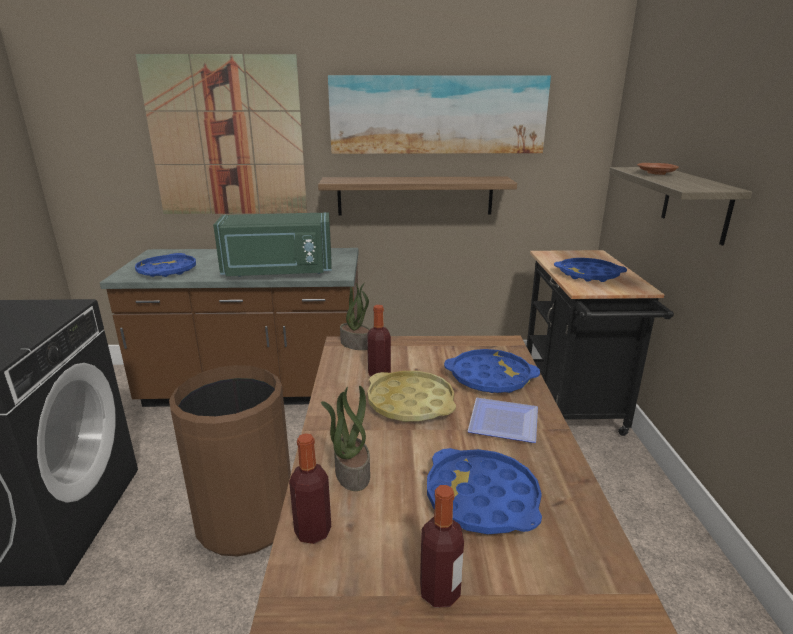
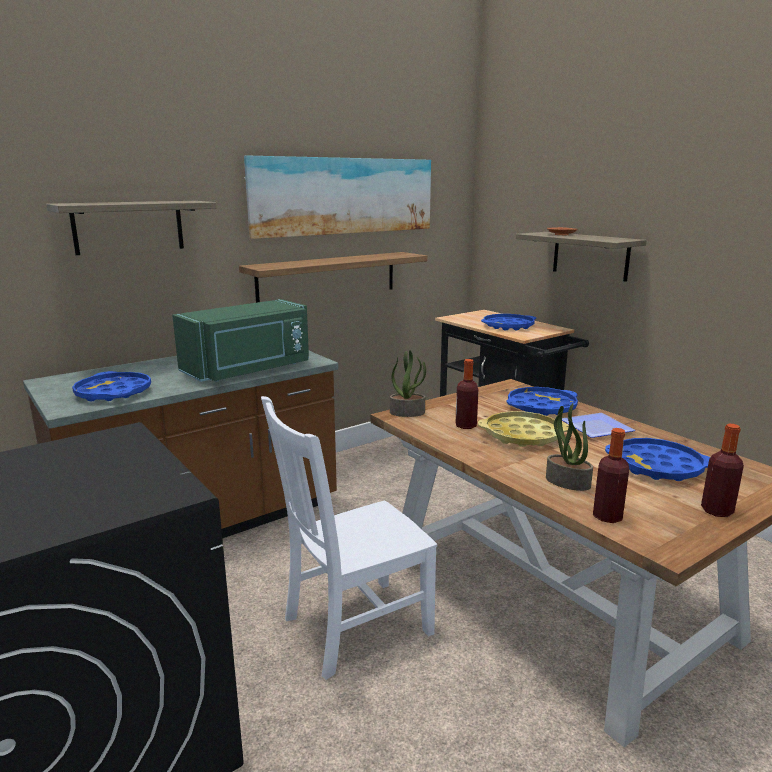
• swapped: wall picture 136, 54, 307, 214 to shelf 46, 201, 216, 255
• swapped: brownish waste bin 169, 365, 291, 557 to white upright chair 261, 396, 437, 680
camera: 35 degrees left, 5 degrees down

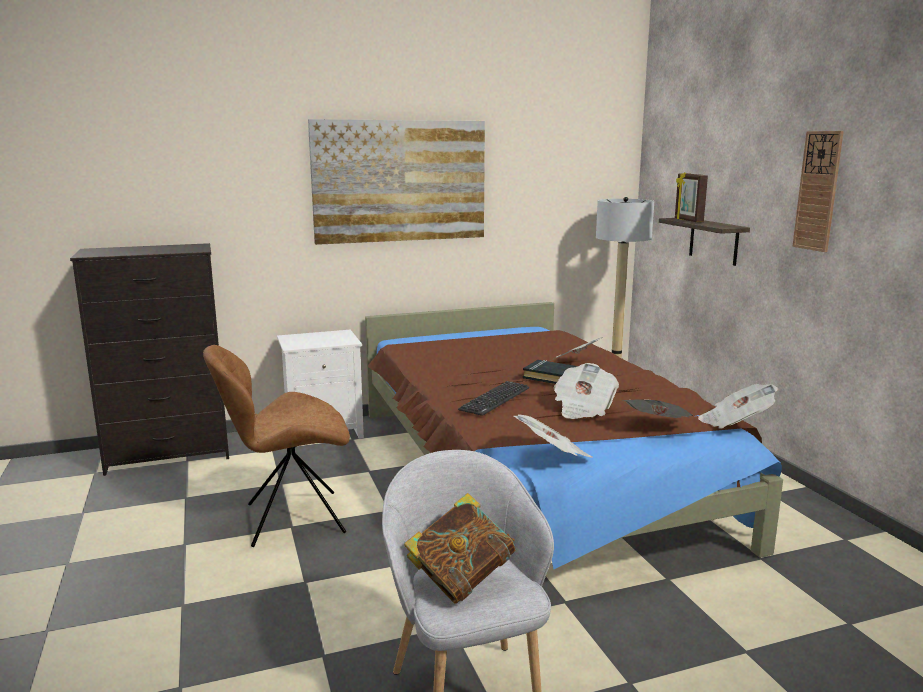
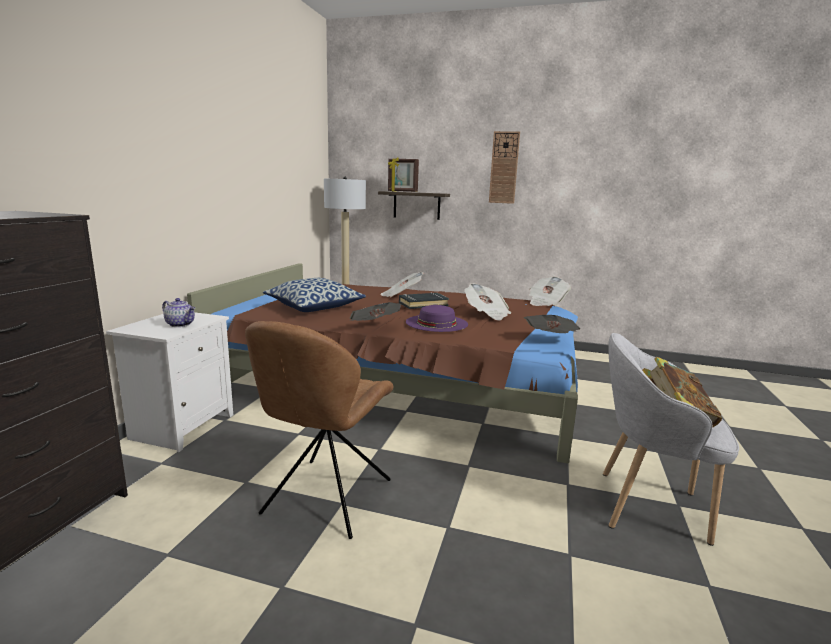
• new: tea pot 162, 298, 195, 327
• new: throw pillow 263, 278, 366, 312
• shifted: printed paper 623, 399, 693, 418 to 350, 302, 401, 321
• swapped: keyboard 458, 381, 529, 416 to purple-coloured clothing hat 406, 305, 468, 332
• gone: wall picture 308, 119, 485, 245
camera: 55 degrees left, 0 degrees up

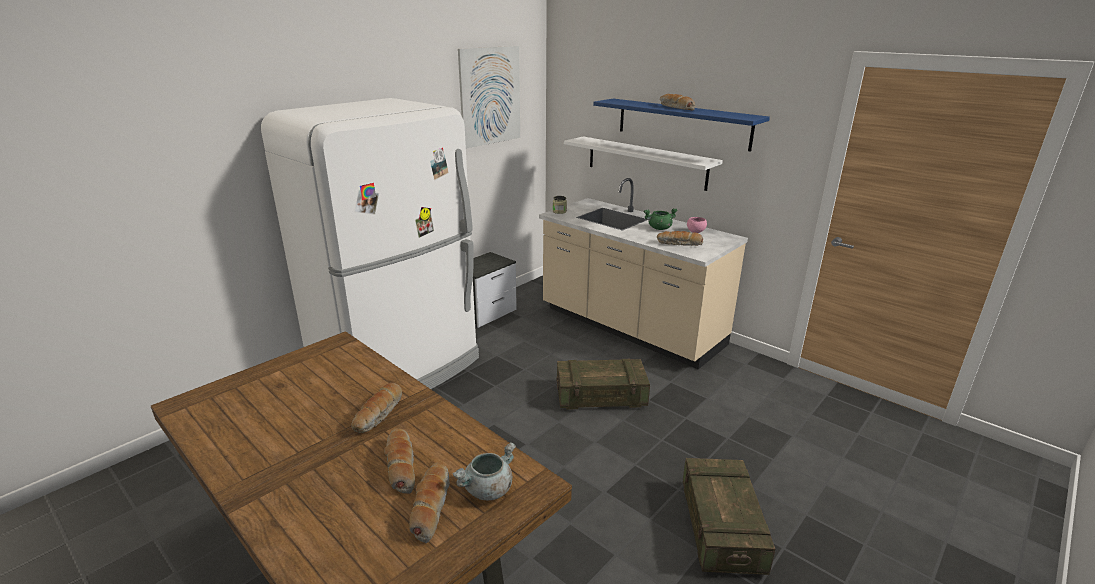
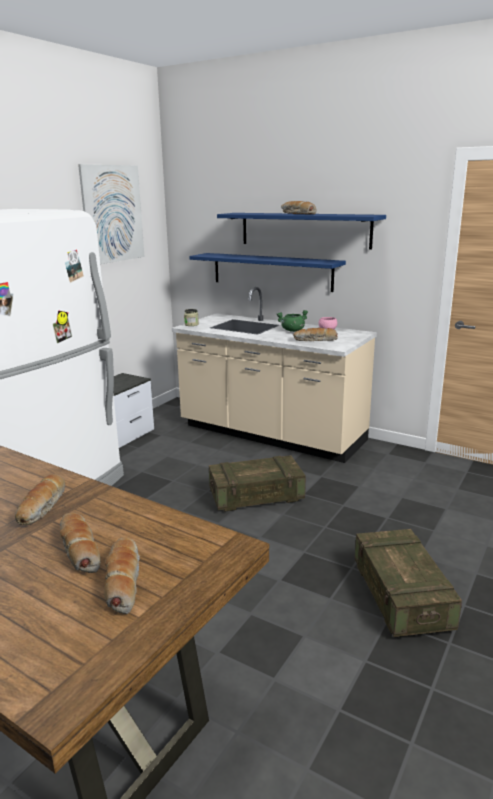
• repainted: white shelf 564, 136, 723, 191 to blue-coloured shelf 189, 253, 346, 292
• gone: grey saucepot 452, 442, 516, 500
camera: 10 degrees left, 5 degrees down

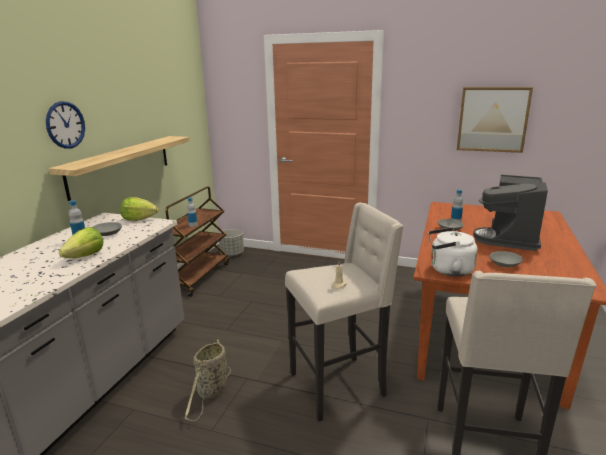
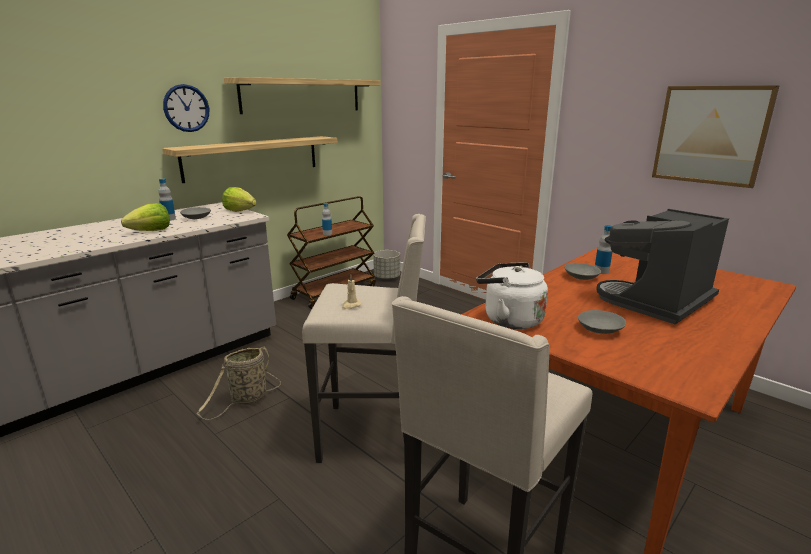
• new: shelf 224, 77, 380, 114
camera: 25 degrees right, 0 degrees up

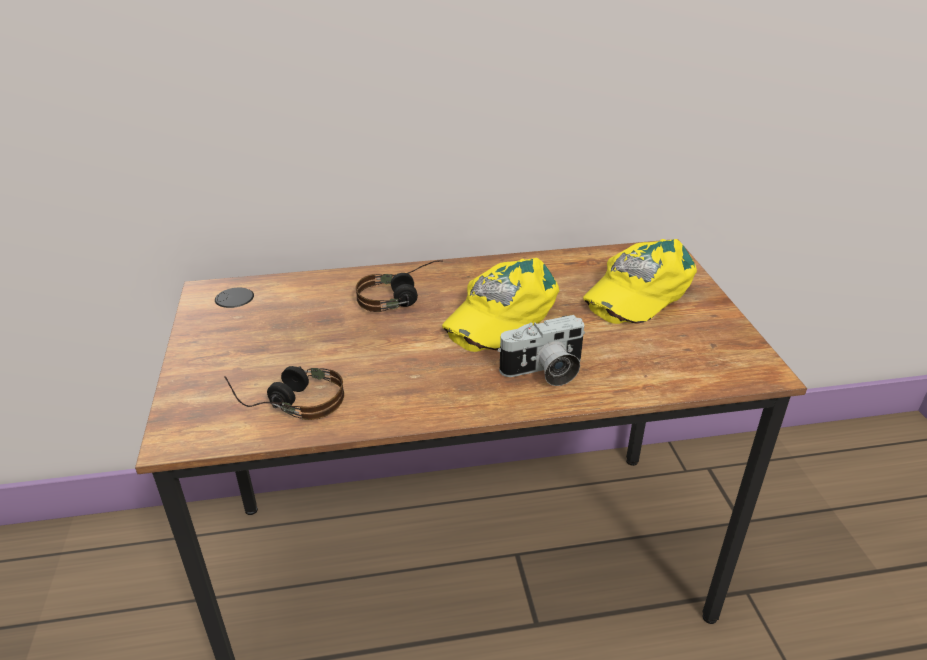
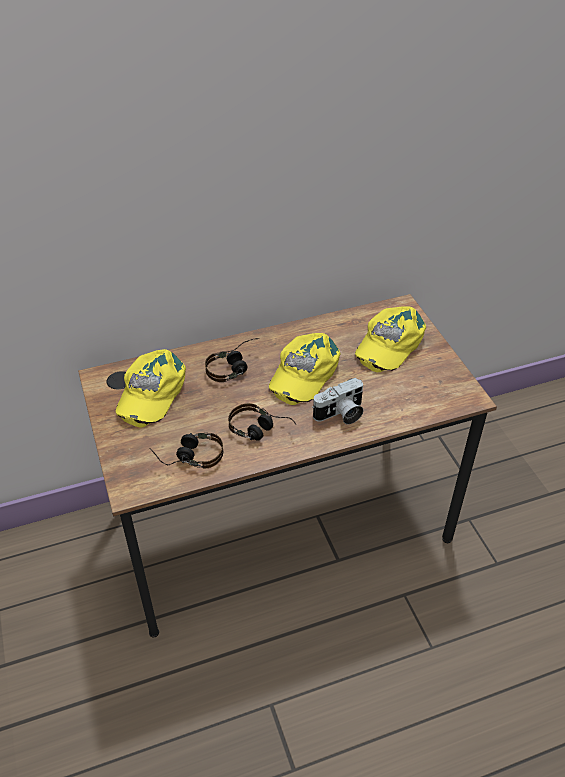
• new: yellowish baseball cap 116, 349, 186, 427
• new: pair of headphones 228, 403, 296, 440
camera: 10 degrees left, 10 degrees up

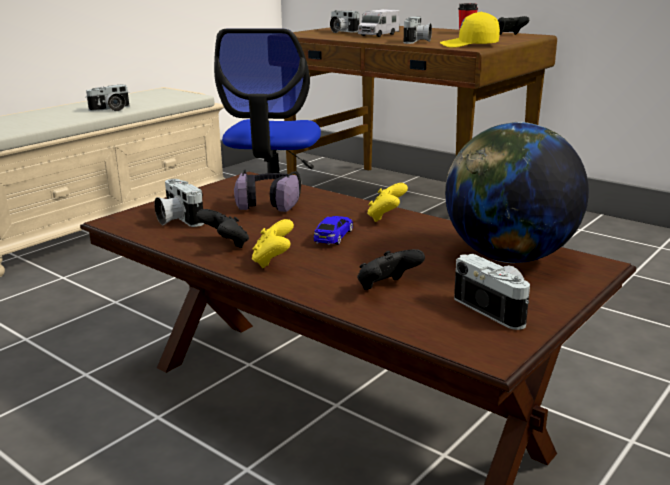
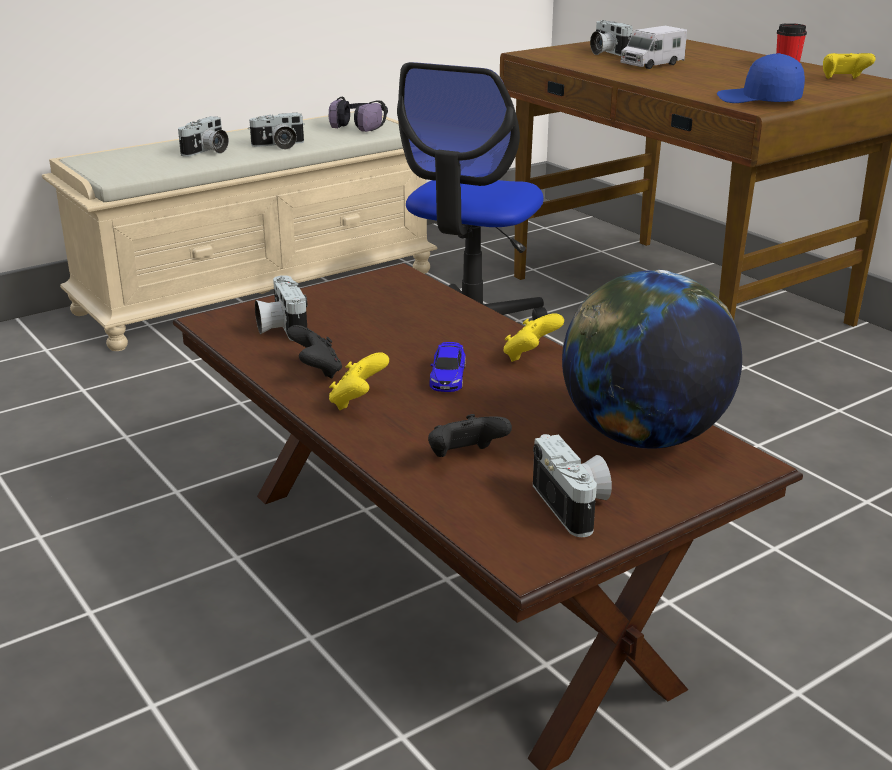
• shifted: still camera 404, 17, 432, 44 to 178, 116, 229, 157
• shifted: pair of headphones 234, 169, 301, 212 to 329, 97, 388, 132
• rotated: toy car 314, 216, 353, 245 = 430, 342, 465, 392 150 degrees clockwise
• repainted: yellowish baseball cap 440, 12, 500, 48 to blue-coloured baseball cap 717, 53, 805, 103
• repainted: black-coloured joypad 498, 16, 529, 36 to yellowish joypad 823, 53, 876, 79
camera: 15 degrees right, 5 degrees up

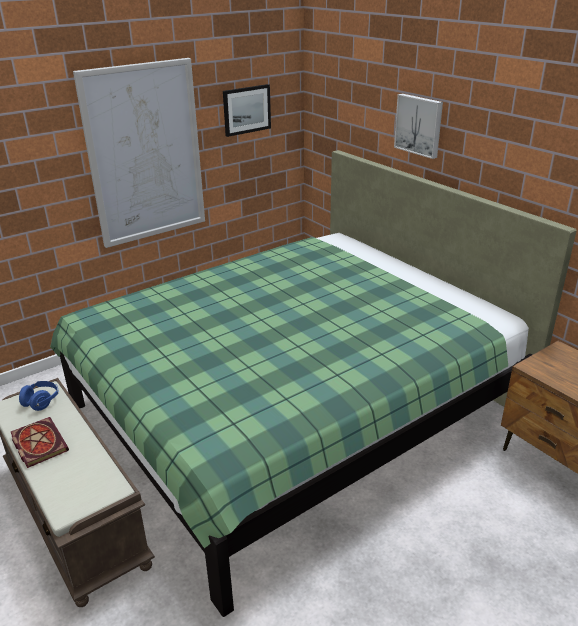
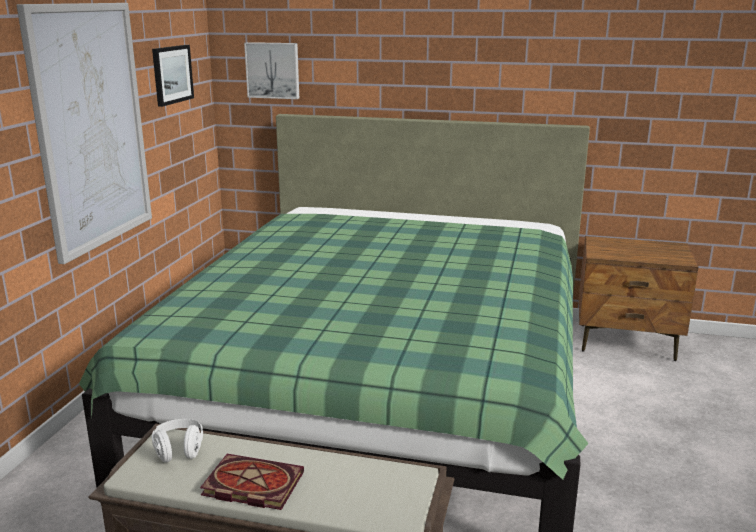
• repainted: blue-coloured pair of headphones 19, 381, 58, 411 to white pair of headphones 152, 419, 203, 463
• shifted: wall picture 394, 94, 443, 159 to 244, 42, 299, 99
camera: 40 degrees left, 10 degrees down

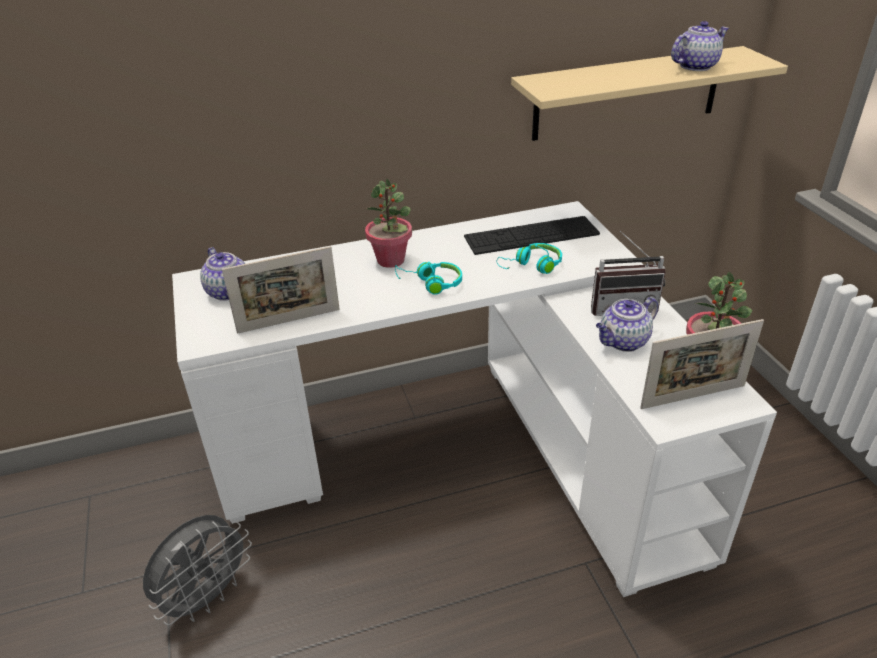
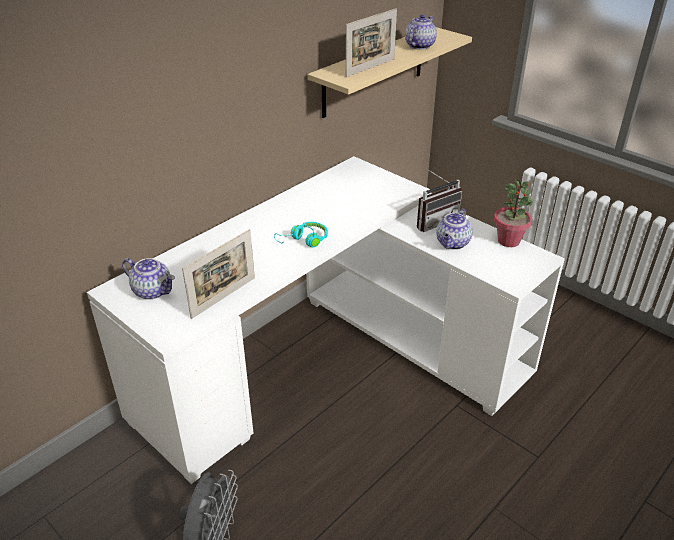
• shifted: photo frame 640, 319, 764, 409 to 346, 8, 397, 77
• gone: potted plant 365, 179, 412, 268
• gone: keyboard 464, 216, 600, 255
• gone: turquoise-coloured pair of headphones 496, 243, 562, 274
camera: 30 degrees left, 0 degrees up

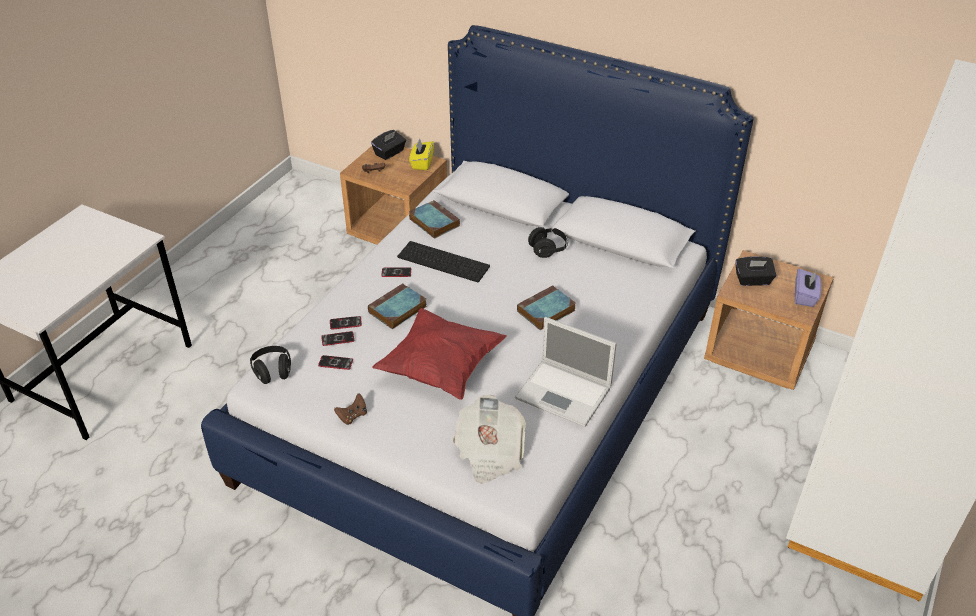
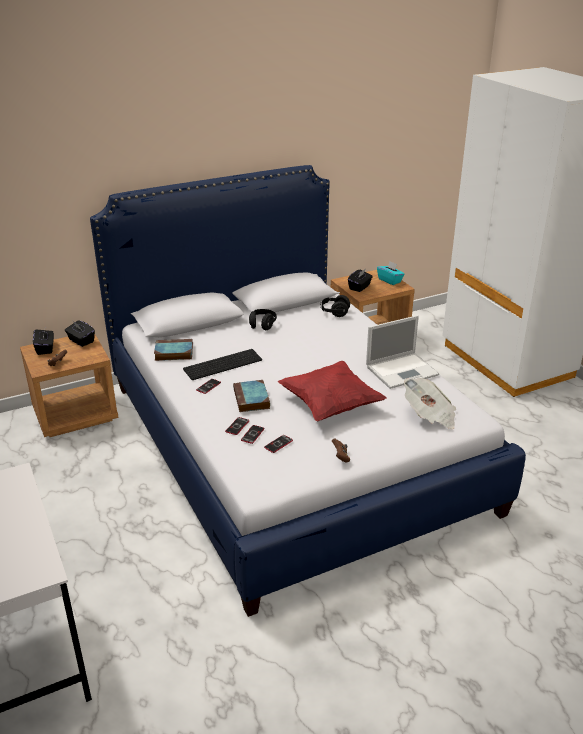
• repainted: yellowish tissue box 409, 139, 434, 170 to black-coloured tissue box 65, 320, 95, 347
• shifted: black-coloured pair of headphones 250, 346, 291, 384 to 320, 295, 350, 317
• repainted: purple-coloured tissue box 795, 269, 821, 307 to turquoise-coloured tissue box 377, 261, 404, 285
• gone: volume 517, 285, 576, 330
camera: 55 degrees left, 10 degrees down

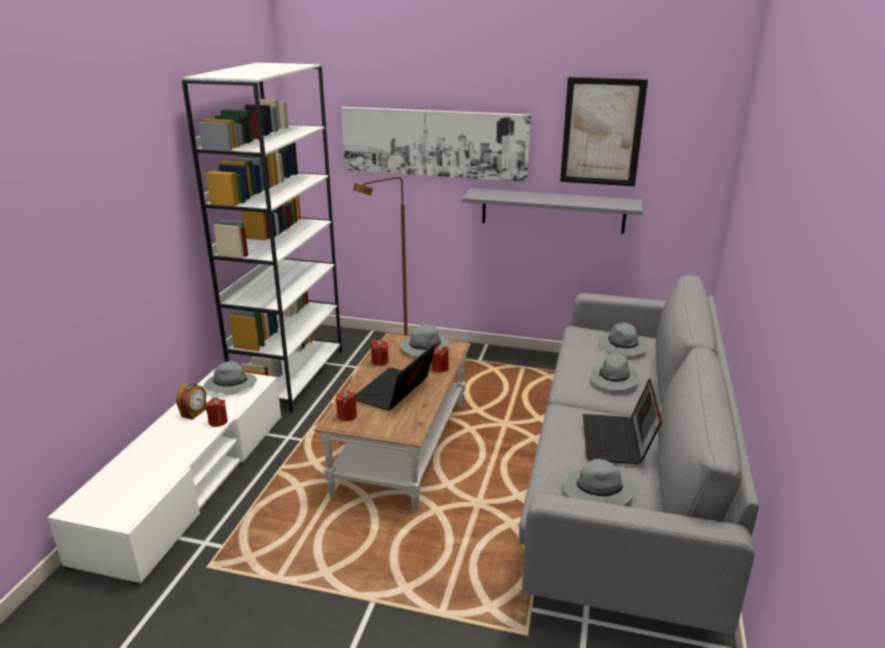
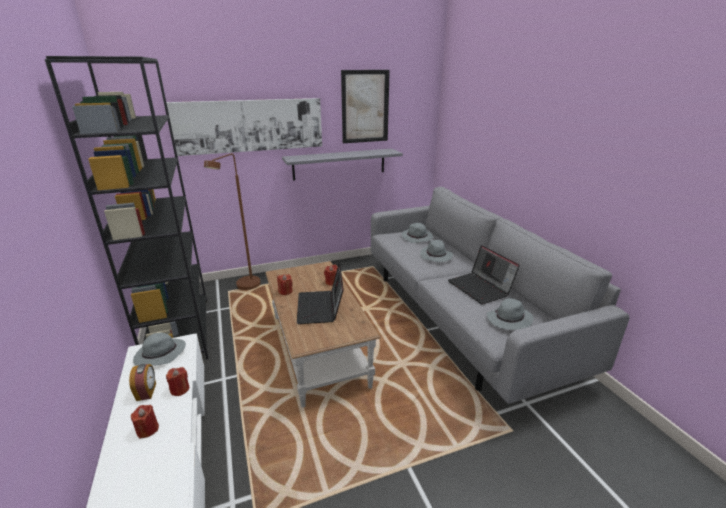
• repainted: white bookshelf 182, 63, 342, 413 to black-coloured bookshelf 45, 56, 208, 359
• shifted: reddish candle 336, 390, 357, 421 to 131, 405, 159, 439
• gone: grey clothing hat 401, 324, 450, 357
camera: 35 degrees left, 0 degrees up

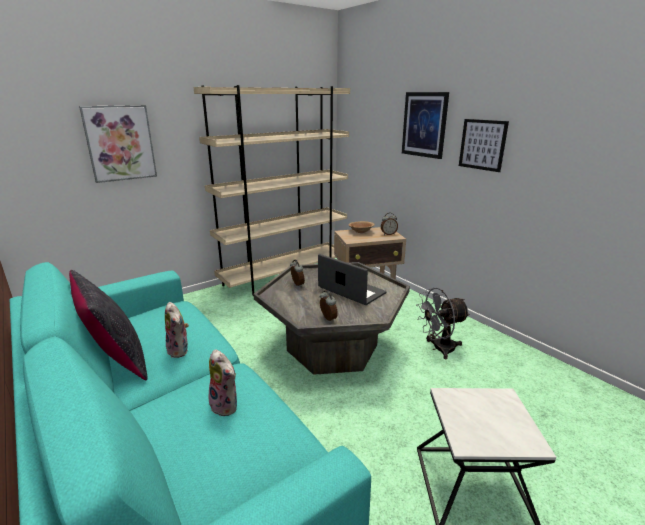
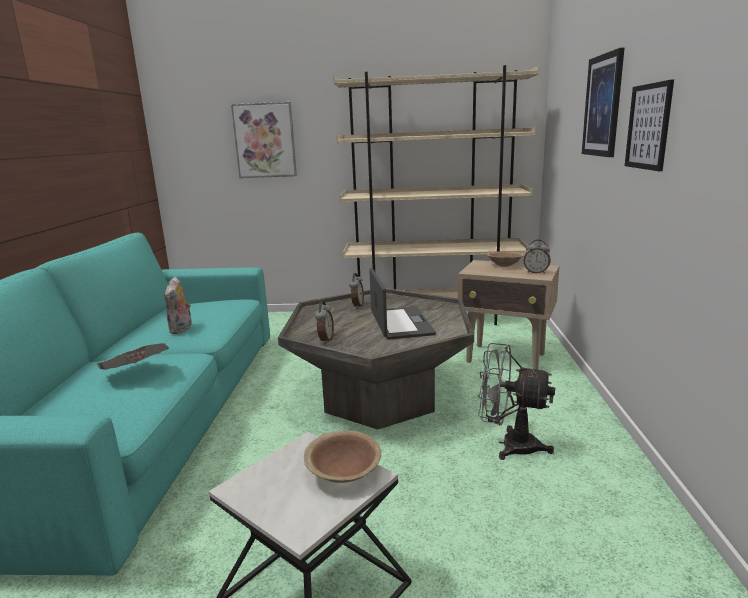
• swapped: cuddly toy 207, 349, 237, 416 to printed paper 97, 343, 169, 370
• new: brownish bowl 304, 430, 381, 483
• gone: black-coloured throw pillow 69, 270, 147, 380
camera: 40 degrees right, 5 degrees down

